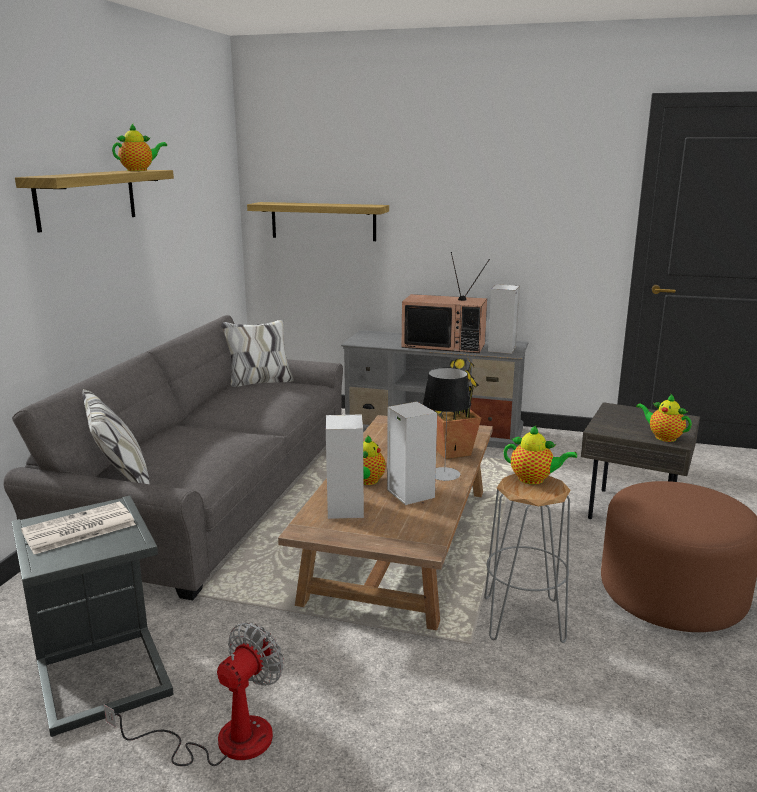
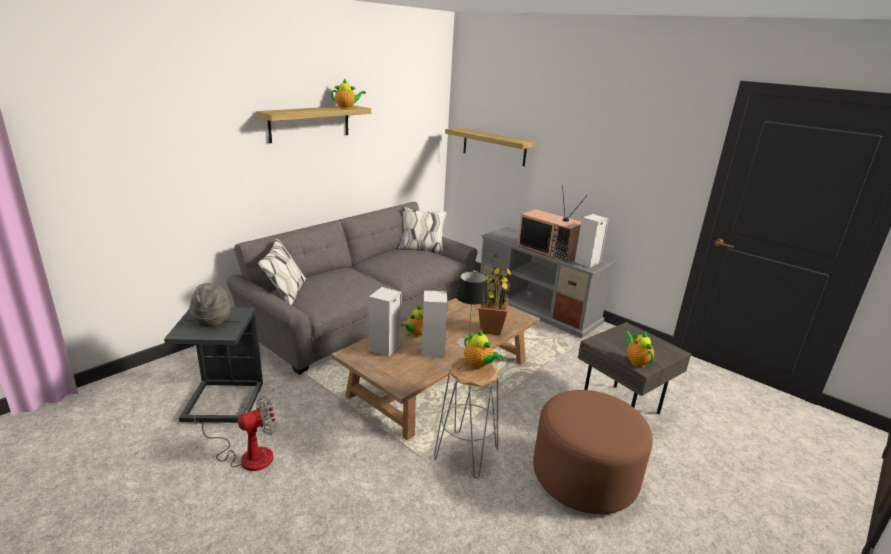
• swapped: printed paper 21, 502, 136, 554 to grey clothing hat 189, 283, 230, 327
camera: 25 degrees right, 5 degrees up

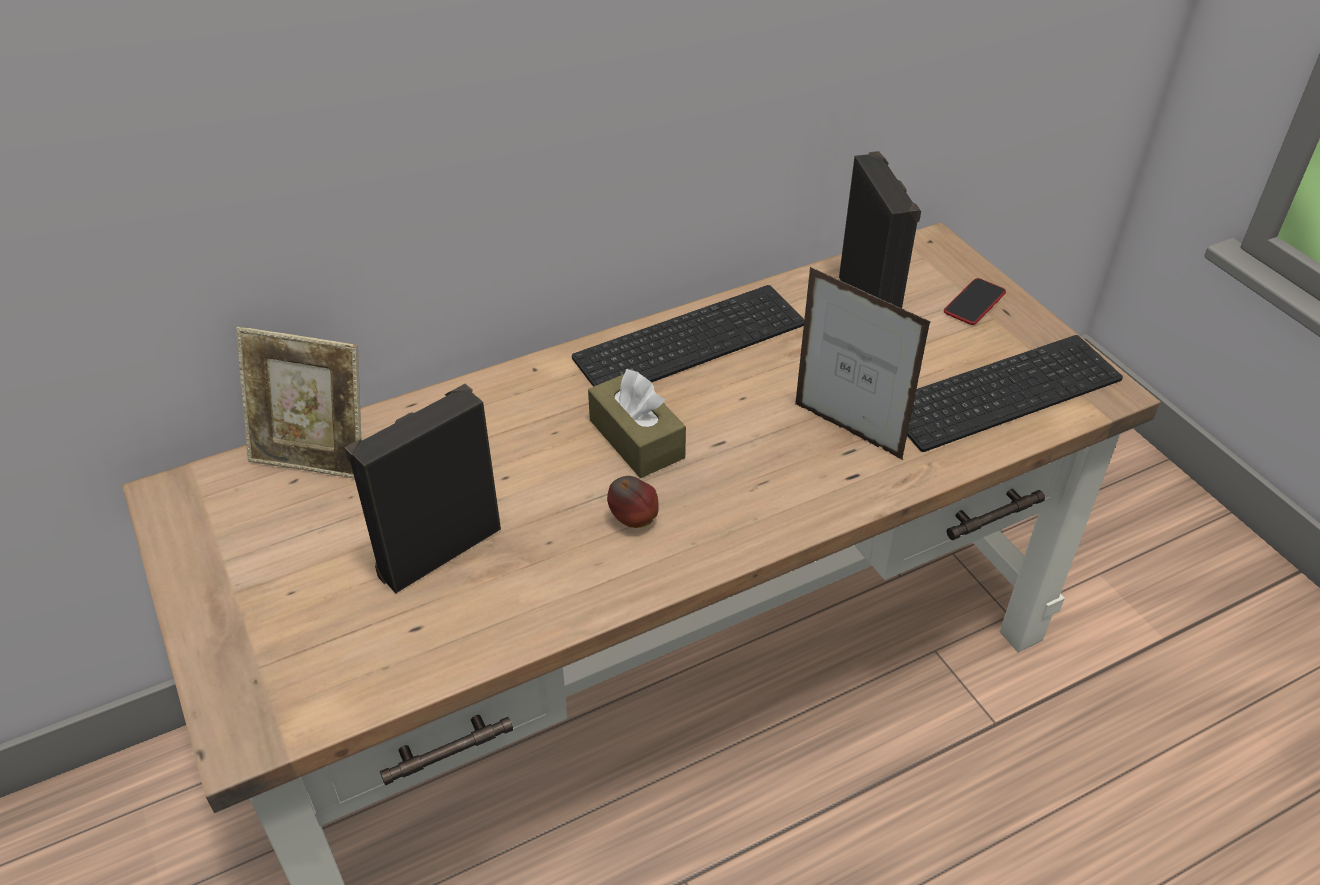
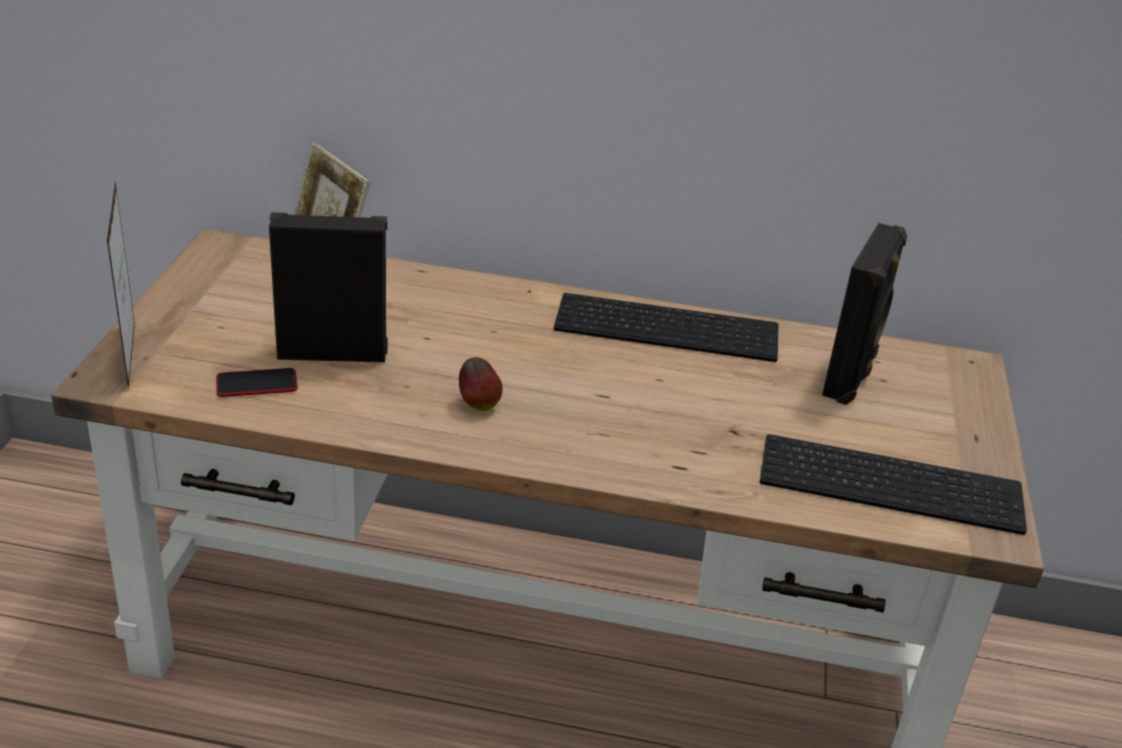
• shifted: photo frame 795, 267, 931, 460 to 107, 181, 135, 389
• shifted: handset 944, 278, 1006, 325 to 216, 368, 298, 397
• gone: brownish tissue box 588, 369, 686, 478
camera: 35 degrees right, 10 degrees down

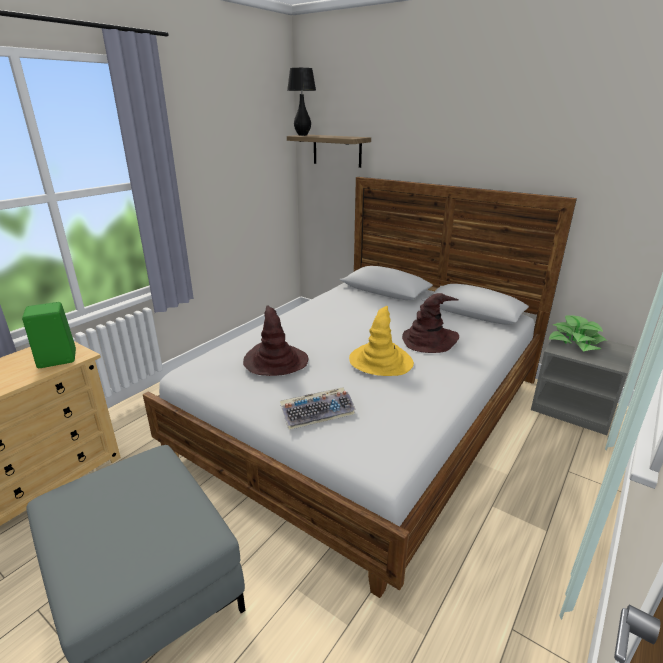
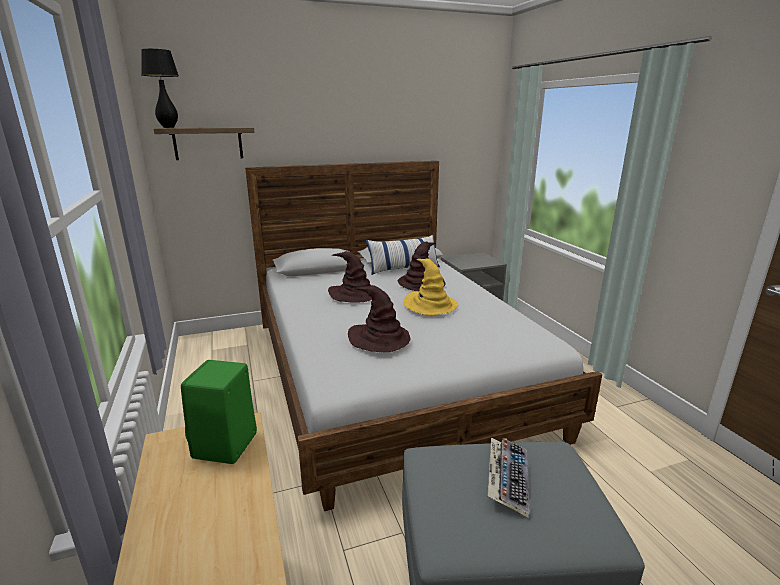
• new: brownish clothing hat 328, 251, 372, 303
• new: throw pillow 366, 235, 440, 275
• shifted: keyboard 280, 387, 356, 430 to 487, 437, 529, 518
• gone: potted plant 548, 315, 607, 351
camera: 55 degrees left, 5 degrees down

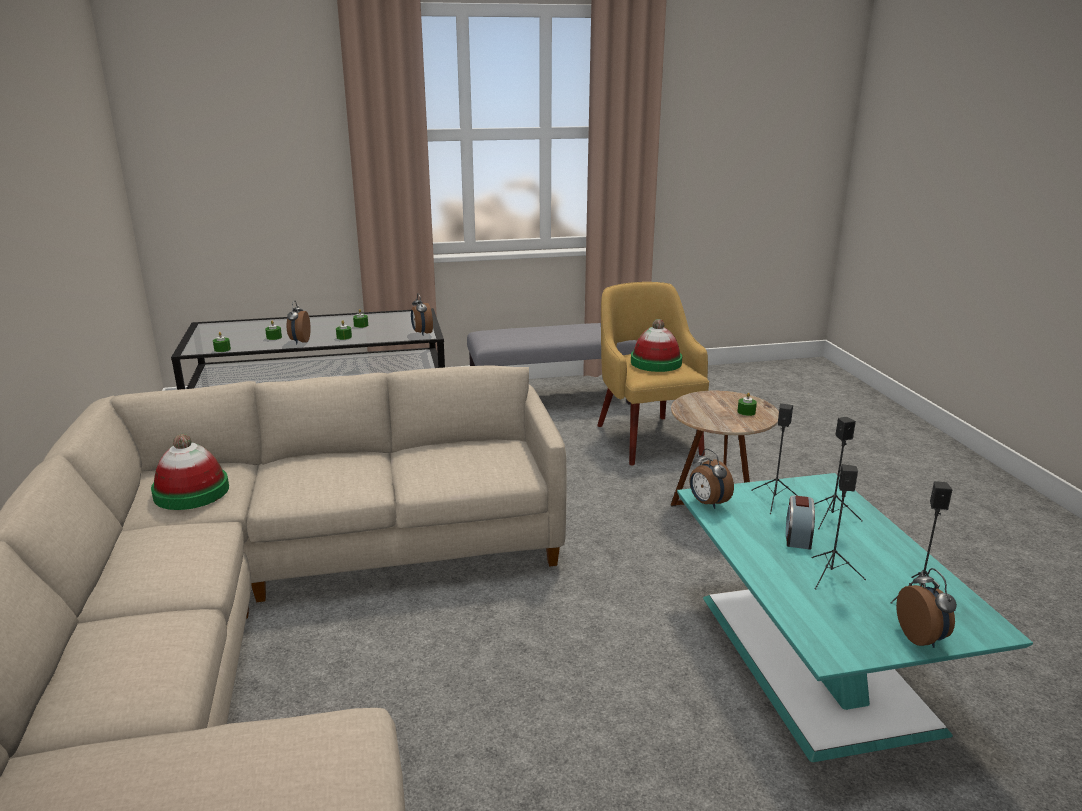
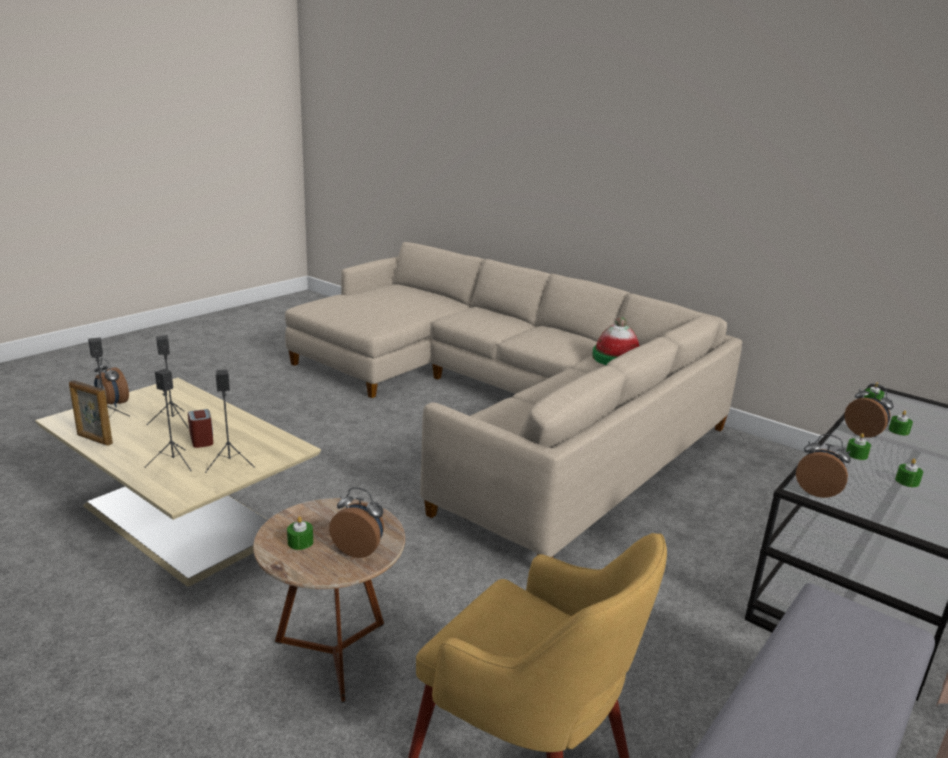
• repainted: turquoise-coloured low table 677, 473, 1033, 762 to sand-coloured low table 35, 378, 321, 586
• new: photo frame 69, 380, 113, 446
• shifted: table clock 690, 448, 734, 509 to 329, 487, 384, 558
• gone: clothing hat 631, 319, 682, 372
camera: 140 degrees right, 0 degrees up

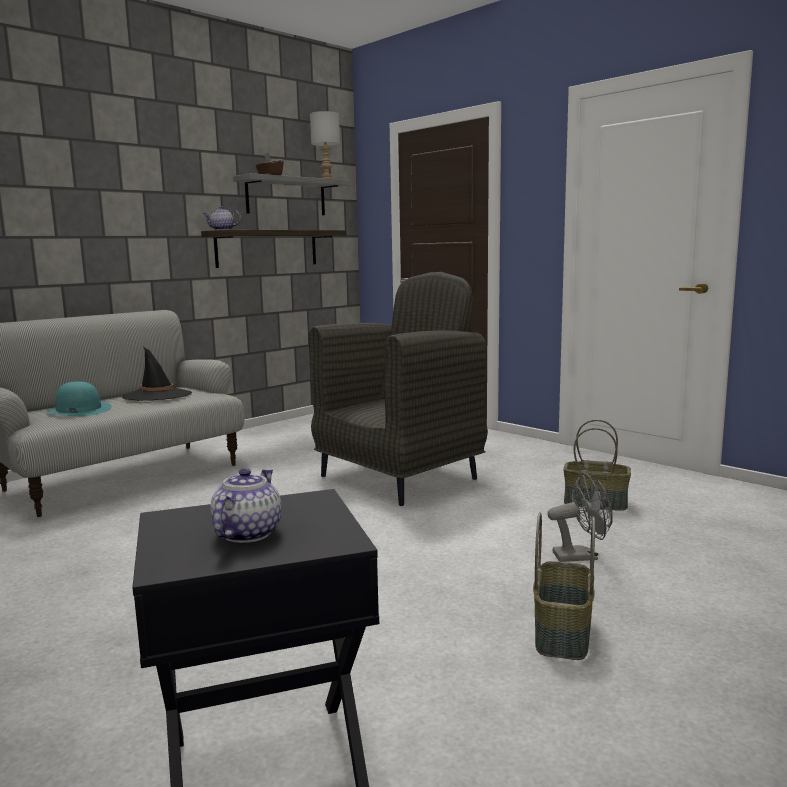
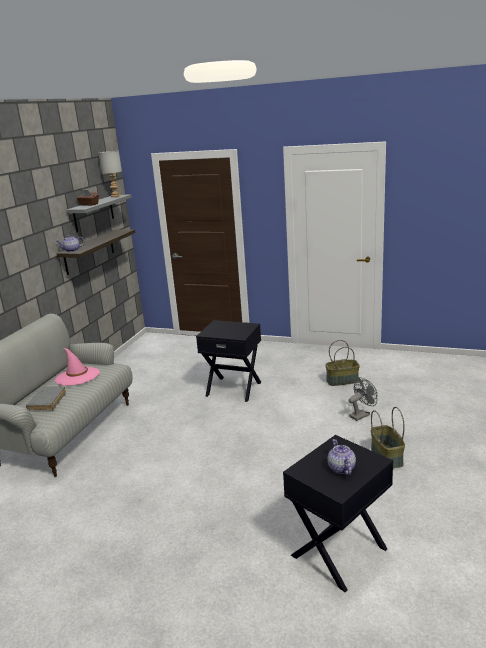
• swapped: turquoise-coloured clothing hat 46, 381, 111, 416 to grey volume 26, 386, 66, 412
• repainted: black-coloured clothing hat 122, 346, 192, 401 to pink clothing hat 55, 348, 100, 386
• swapped: grey lounge chair 308, 272, 488, 506 to black-coloured end table 196, 320, 261, 402
camera: 25 degrees left, 10 degrees up

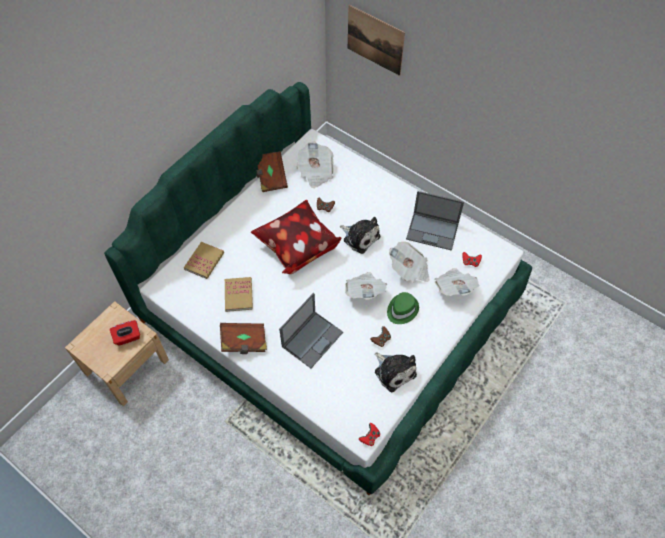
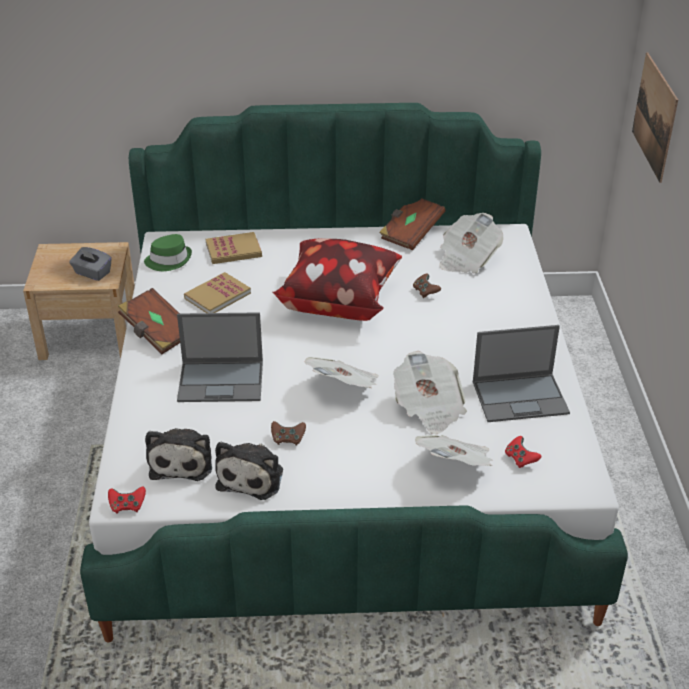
• repainted: reddish tissue box 110, 320, 140, 346 to grey tissue box 69, 247, 112, 281
• shifted: greenish clothing hat 387, 292, 419, 324 to 144, 234, 192, 271
• shifted: cuddly toy 340, 217, 381, 254 to 145, 428, 212, 481
• rotated: notebook computer 406, 191, 464, 251 = 473, 325, 570, 422 75 degrees counterclockwise
camera: 50 degrees right, 20 degrees down

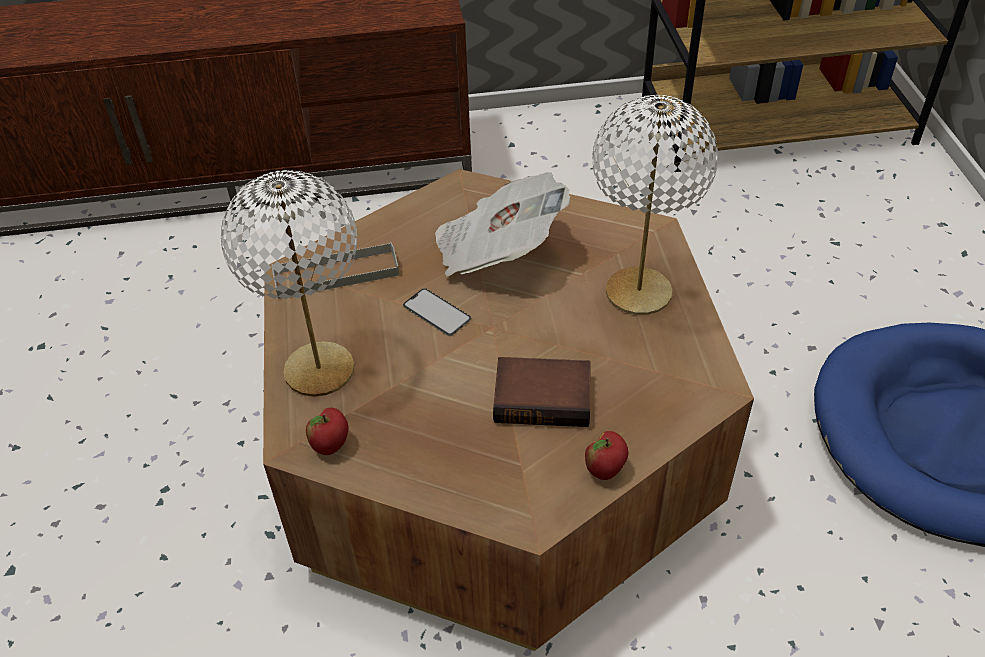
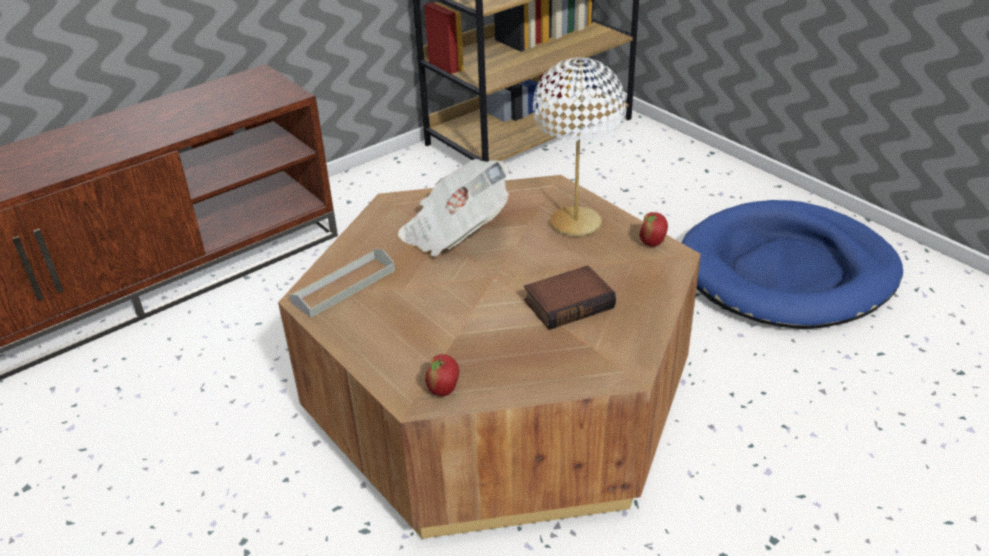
• shifted: apple 585, 431, 628, 480 to 639, 212, 668, 247
• gone: white table lamp 221, 170, 357, 397
• gone: handset 403, 288, 471, 336
camera: 30 degrees left, 10 degrees down

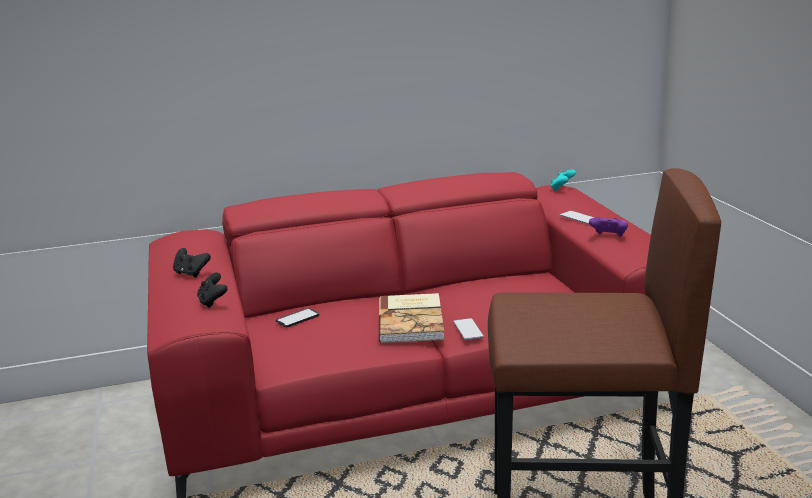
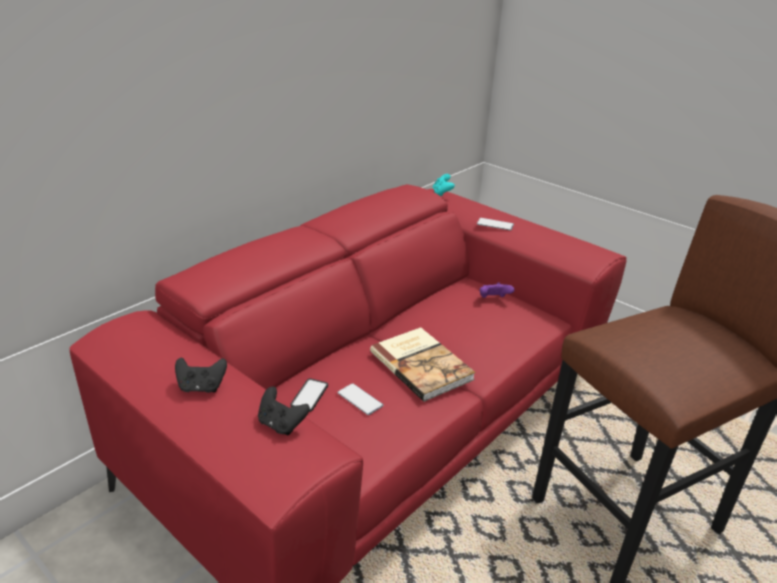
• shifted: handset 453, 318, 484, 340 to 338, 383, 383, 415
• shifted: purple-coloured joypad 589, 218, 628, 237 to 480, 282, 514, 298
camera: 35 degrees left, 10 degrees up

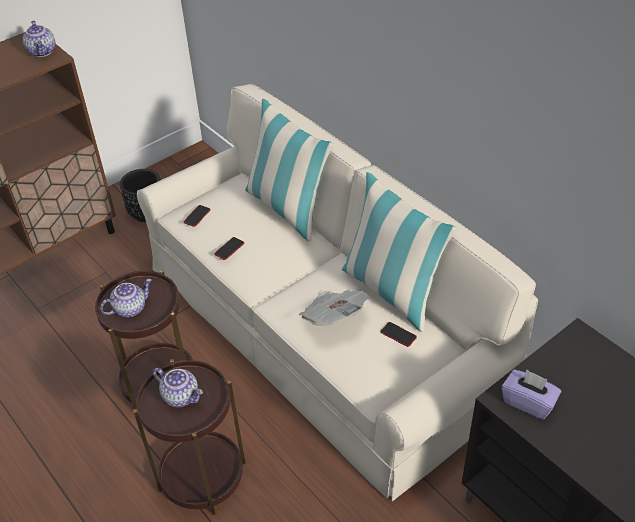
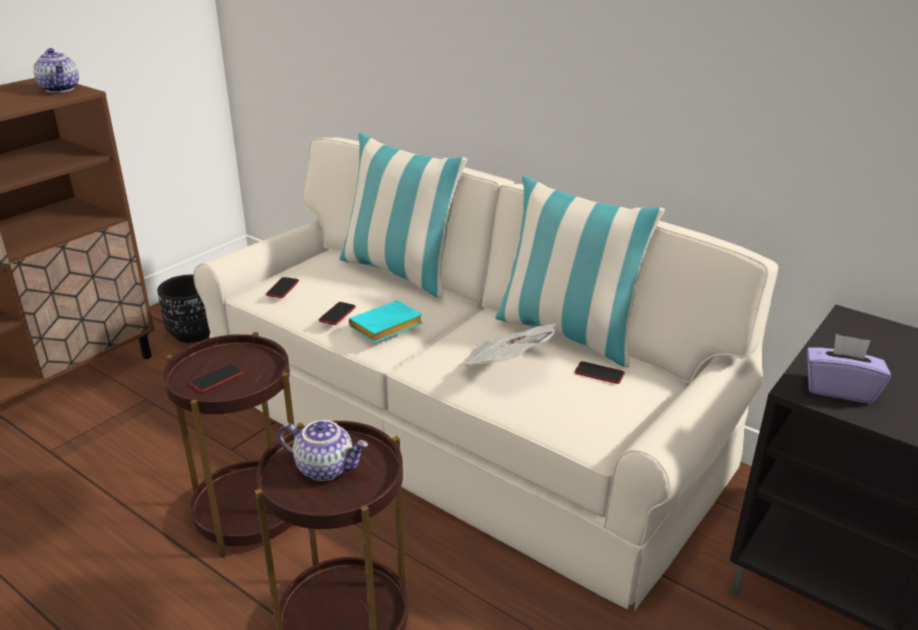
• swapped: tea pot 100, 279, 152, 317 to handset 189, 363, 243, 392
• new: turquoise-coloured volume 349, 300, 423, 343
camera: 15 degrees left, 15 degrees down

